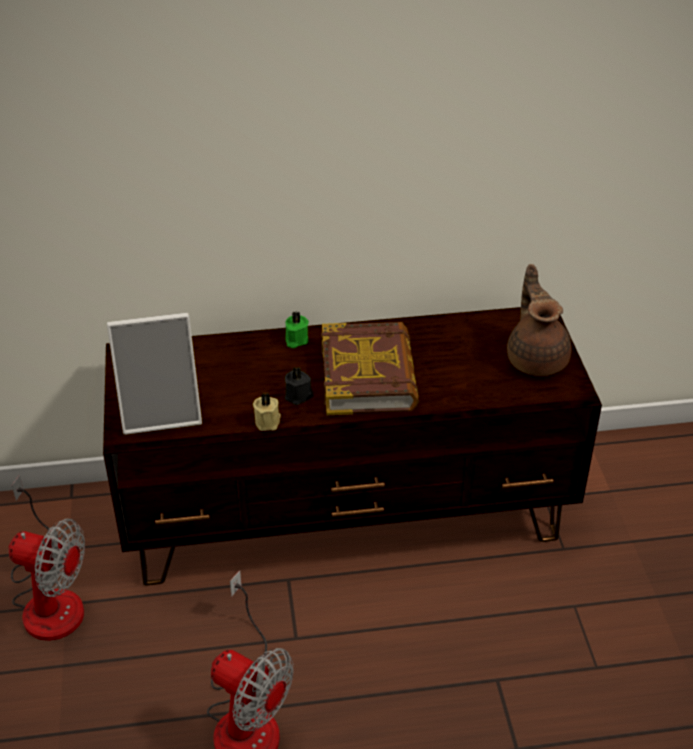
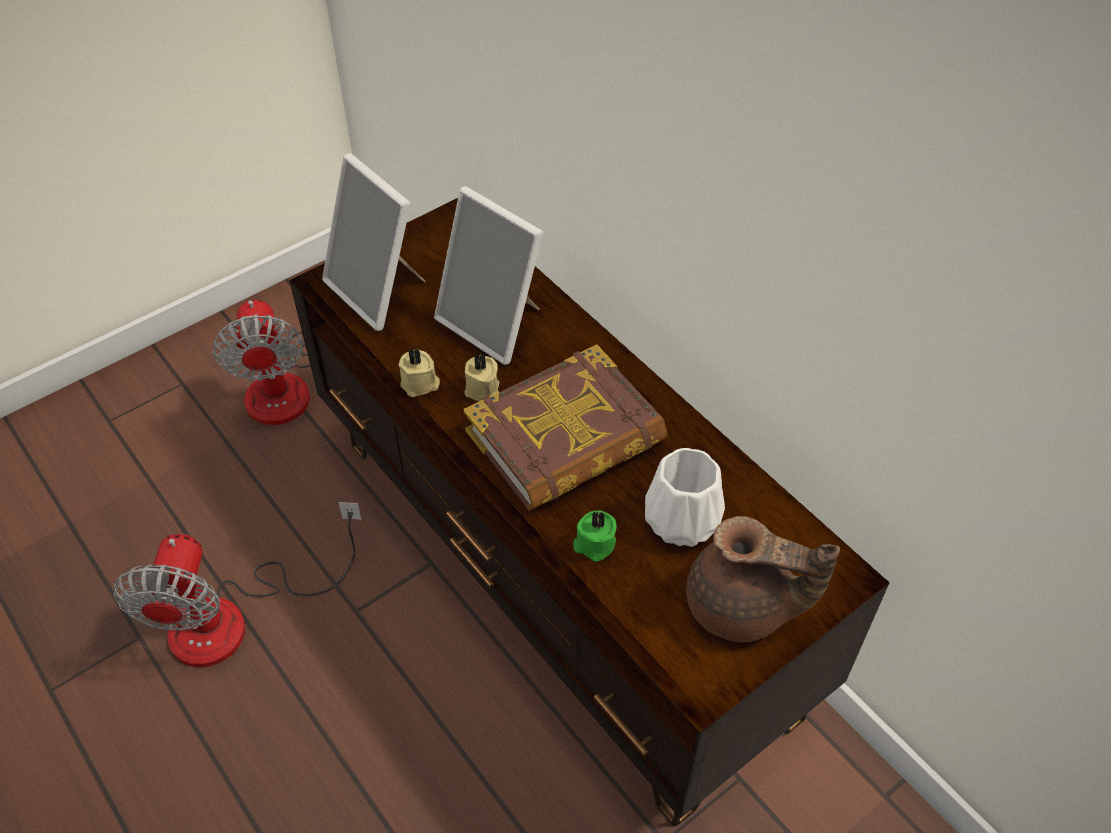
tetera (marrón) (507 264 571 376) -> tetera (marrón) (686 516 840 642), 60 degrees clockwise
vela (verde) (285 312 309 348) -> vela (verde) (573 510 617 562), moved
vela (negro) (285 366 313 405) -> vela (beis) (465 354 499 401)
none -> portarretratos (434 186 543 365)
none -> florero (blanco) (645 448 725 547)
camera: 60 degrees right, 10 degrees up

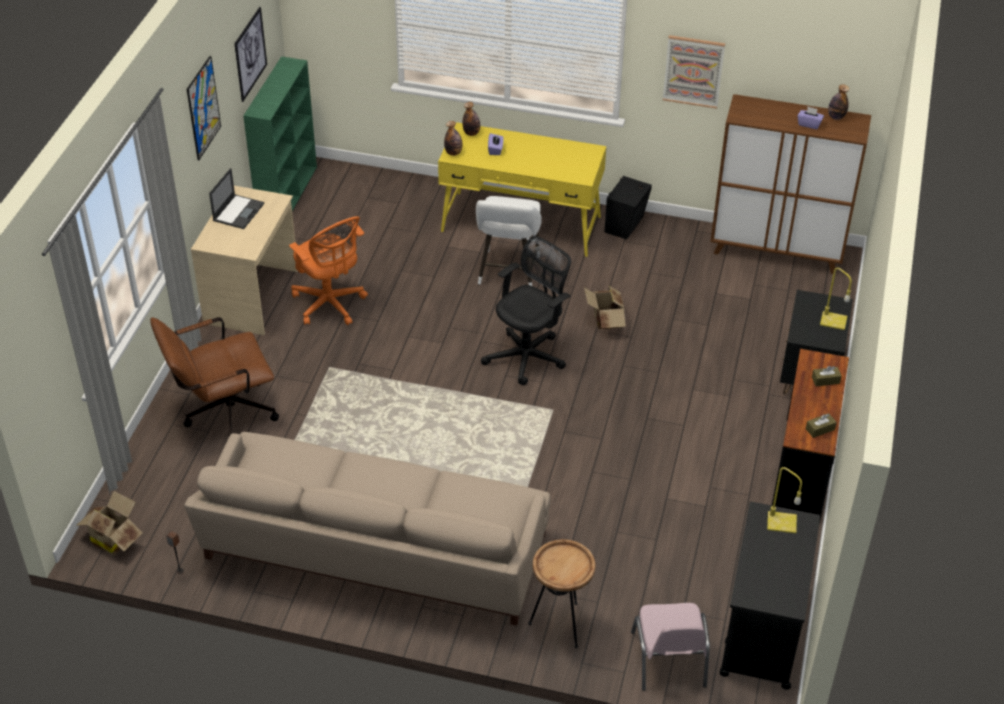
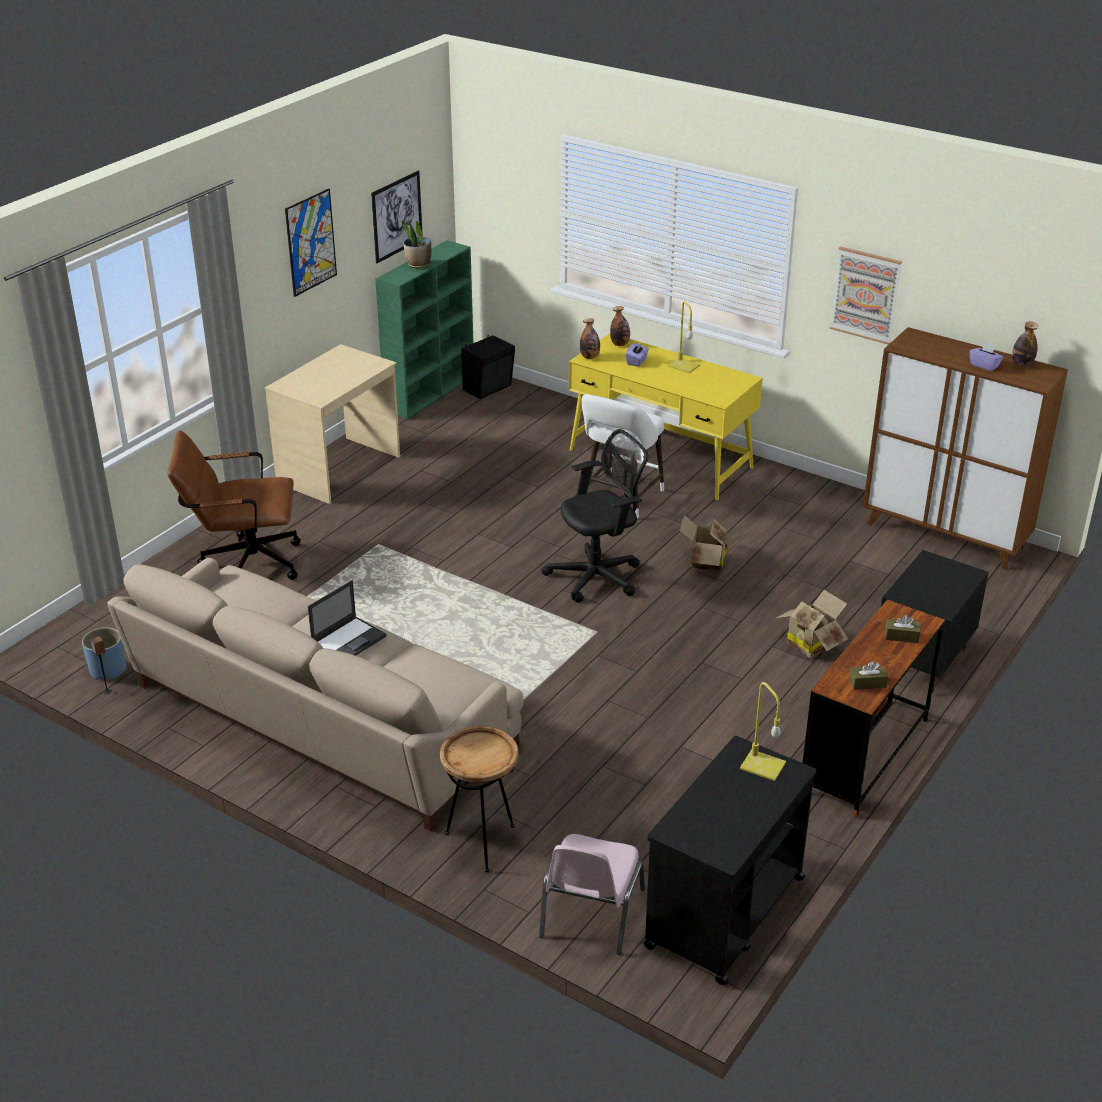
portátil (209 168 264 229) -> portátil (308 580 387 656), moved
altavoz (negro) (604 176 652 240) -> altavoz (negro) (461 335 515 399), moved
silla de oficina (naranja) (289 216 368 325) -> none
lámpara de mesa (amarillo) (820 268 852 330) -> lámpara de mesa (amarillo) (668 301 700 373), moved
caja de cartón (76 491 143 556) -> caja de cartón (776 590 848 658), moved
none -> planta en maceta (402 220 431 268)
none -> maceta (azul) (82 627 126 681)
camera: 20 degrees right, 10 degrees down

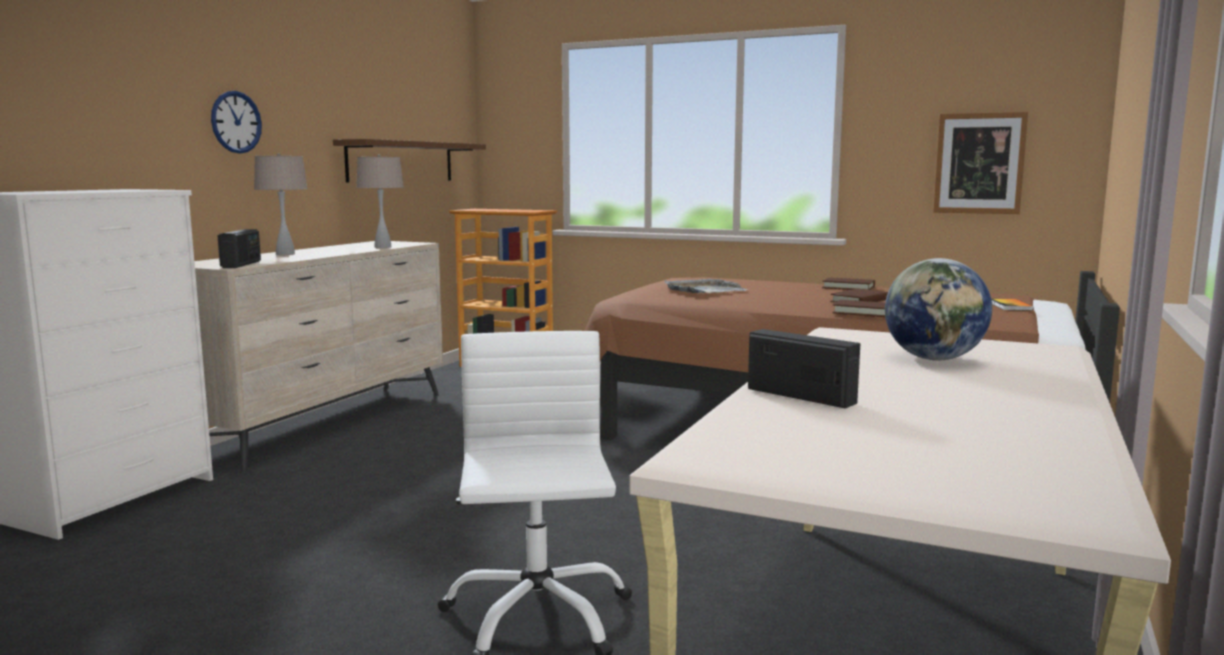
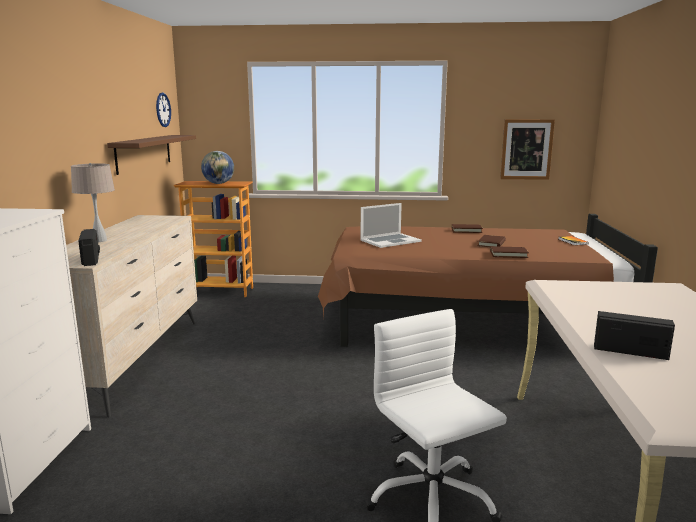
reloj de pared (211 91 262 154) -> reloj de pared (156 93 171 127), moved
lámpara de mesa (beis) (356 155 404 248) -> none
globo terráqueo (885 258 992 360) -> globo terráqueo (201 151 234 184), moved
bandeja (gris) (664 279 748 293) -> portátil (361 203 422 248)
camera: 20 degrees left, 5 degrees up

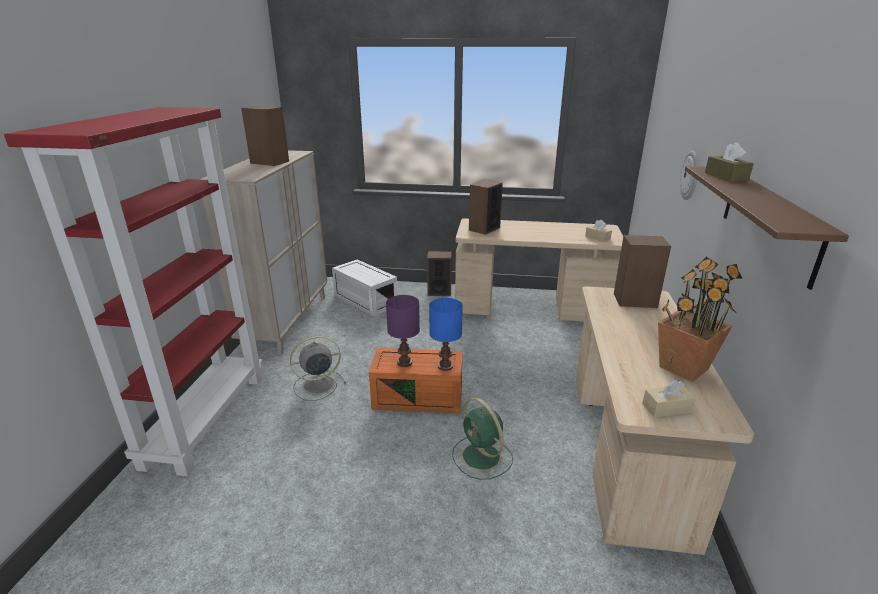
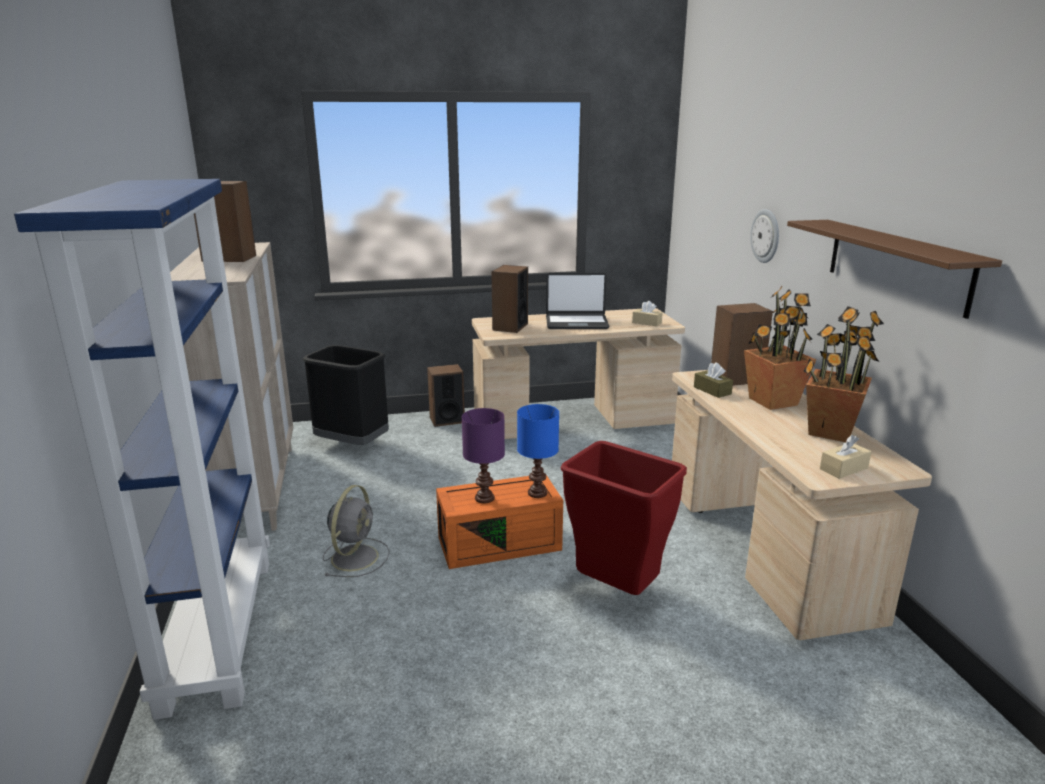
estantería (rojo) (4 107 263 476) -> estantería (azul) (14 179 270 720)
caja de pañuelos (marrón) (705 142 754 182) -> caja de pañuelos (marrón) (694 362 733 398), moved
caja de almacenaje (blanco) (332 260 398 317) -> papelera (negro) (302 345 389 445)
ventilador (gris) (290 336 346 401) -> ventilador (gris) (323 485 390 577), 150 degrees clockwise
ventilador (verde) (452 398 513 480) -> papelera (rojo) (561 441 687 595)
none -> portátil (546 273 609 329)
none -> planta en maceta (744 286 816 410)
camera: 20 degrees left, 5 degrees down

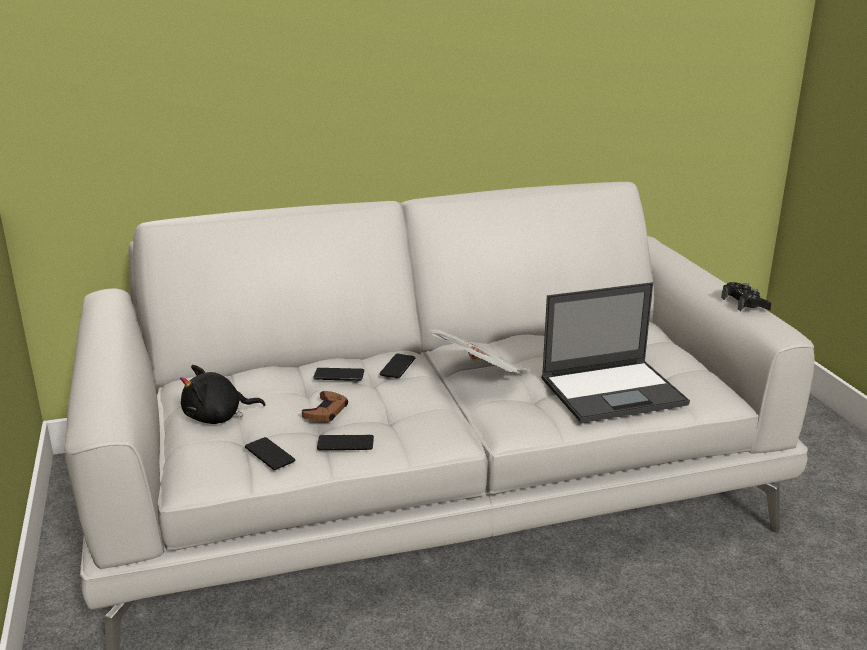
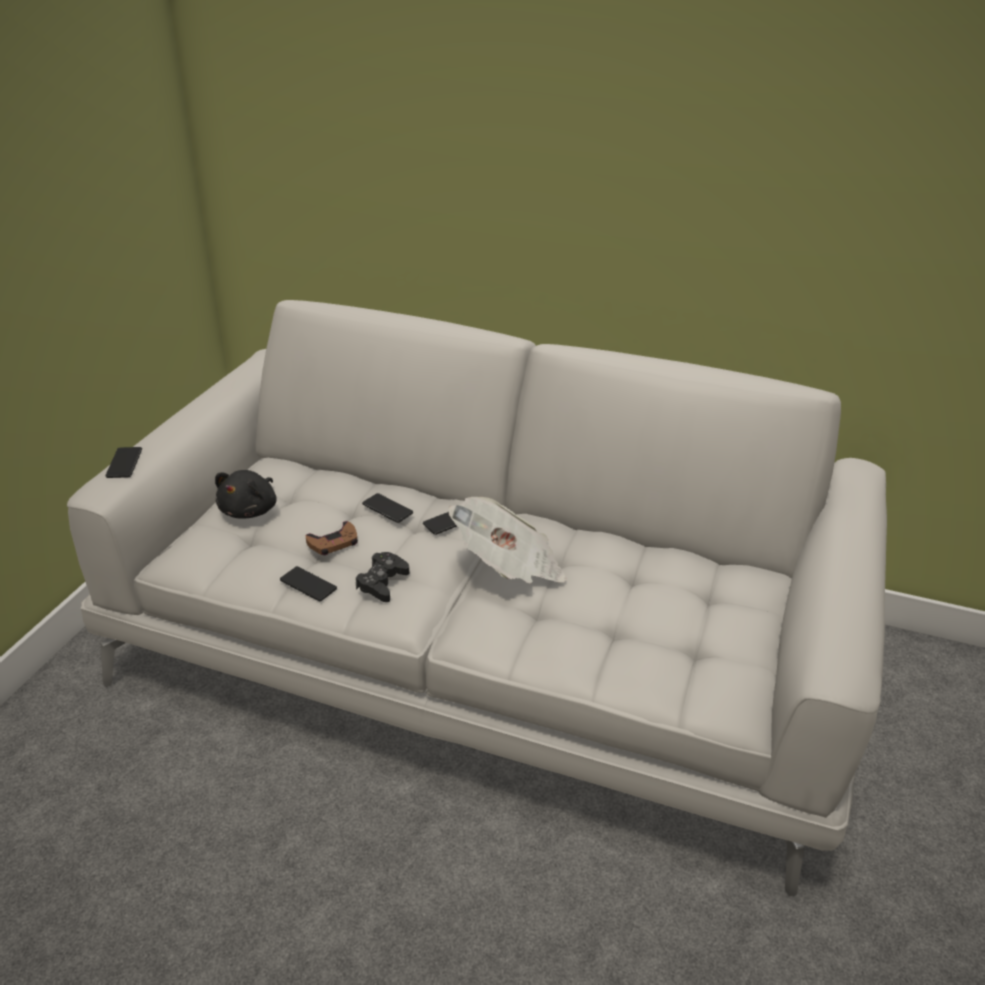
portátil (541 282 690 423) -> none
mando de consola (negro) (721 282 771 311) -> mando de consola (negro) (356 552 409 602), moved
peluche (negro) (180 365 266 424) -> peluche (negro) (215 470 277 519), 90 degrees counterclockwise
móvil (245 437 295 470) -> móvil (105 447 142 478), moved
camera: 35 degrees right, 10 degrees up

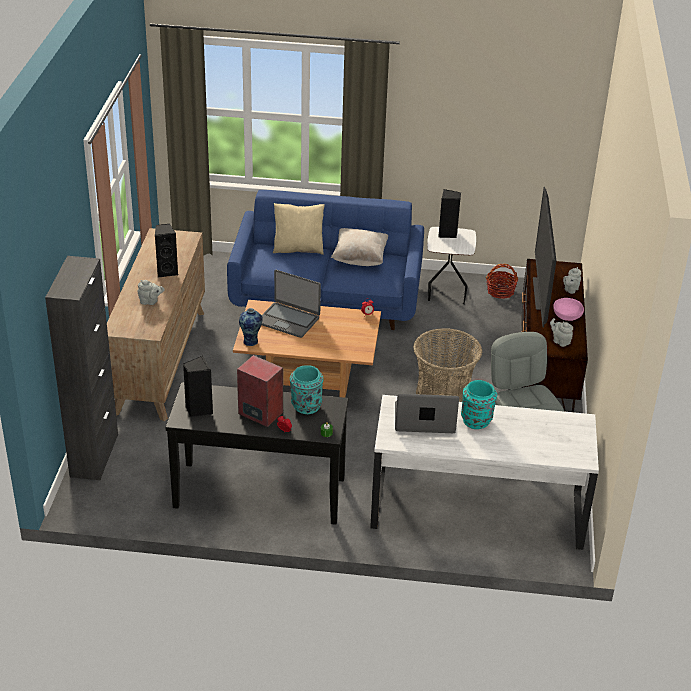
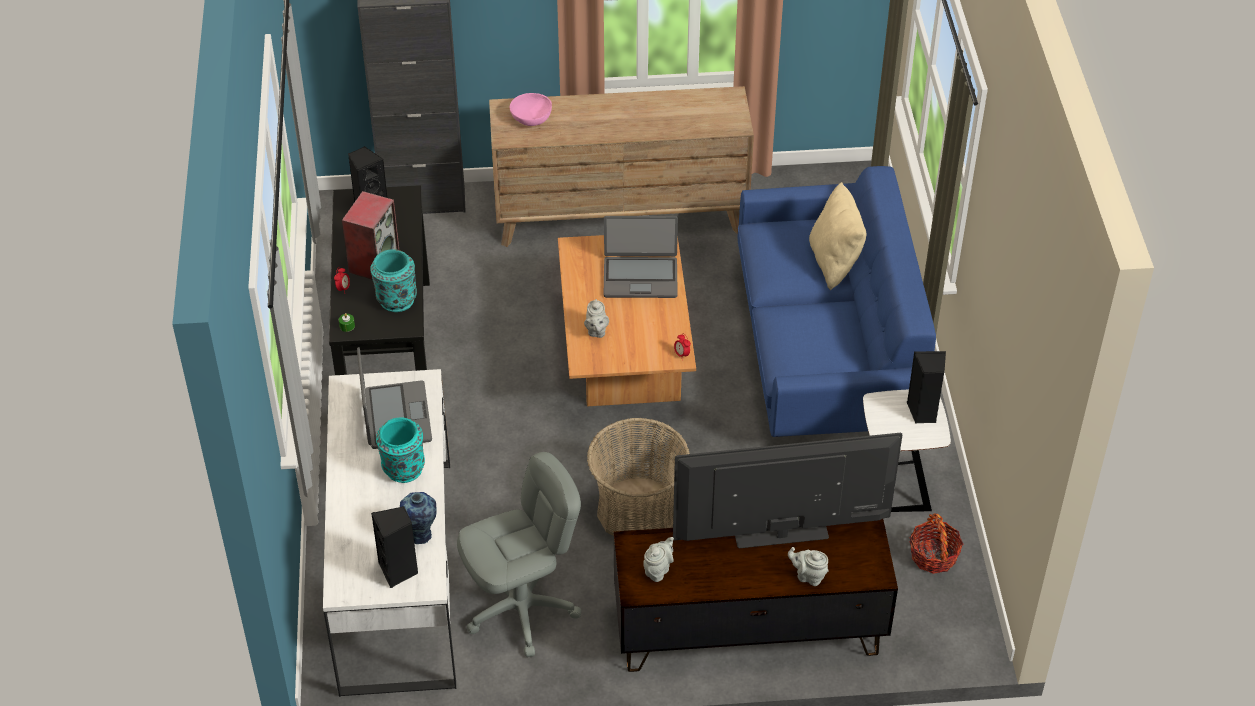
altavoz (negro) (155 224 178 278) -> altavoz (negro) (371 506 418 588), moved
cojín (beis) (331 228 388 266) -> none
portátil (262 270 321 338) -> portátil (604 216 678 298), 105 degrees counterclockwise
tetera (gris) (138 280 165 305) -> tetera (gris) (584 299 609 338), moved
cuenco (rosa) (553 298 584 321) -> cuenco (rosa) (510 93 552 126), moved
florero (239 308 263 346) -> florero (400 492 437 544), moved
camera: 80 degrees right, 10 degrees up

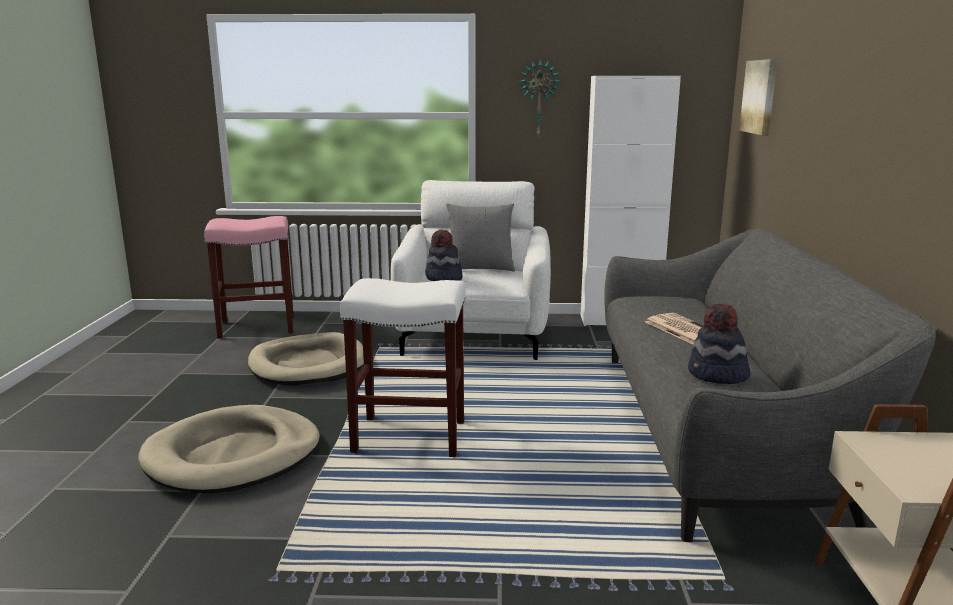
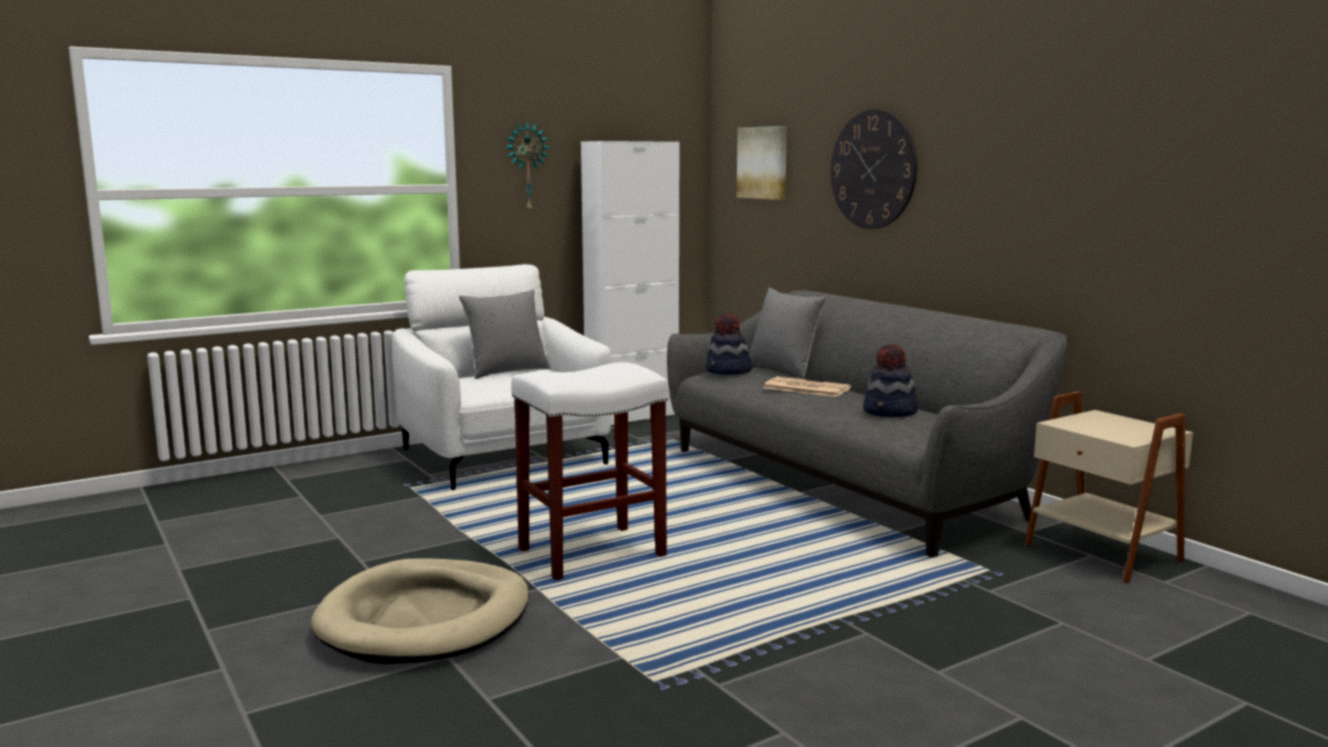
taburete (rosa) (204 216 294 339) -> none
sombrero (425 230 463 281) -> sombrero (706 314 752 375), moved
cama para perro (beis) (248 332 364 386) -> none
none -> reloj de pared (830 109 917 229)
none -> cojín (gris) (749 287 827 378)
camera: 35 degrees left, 5 degrees down

